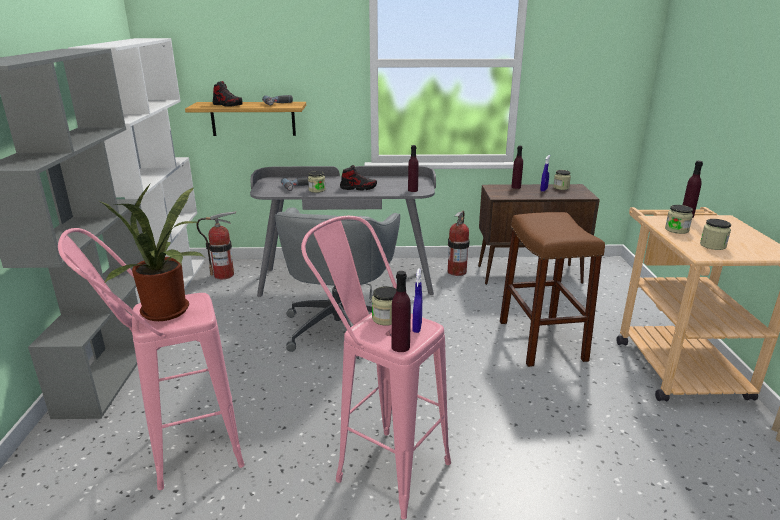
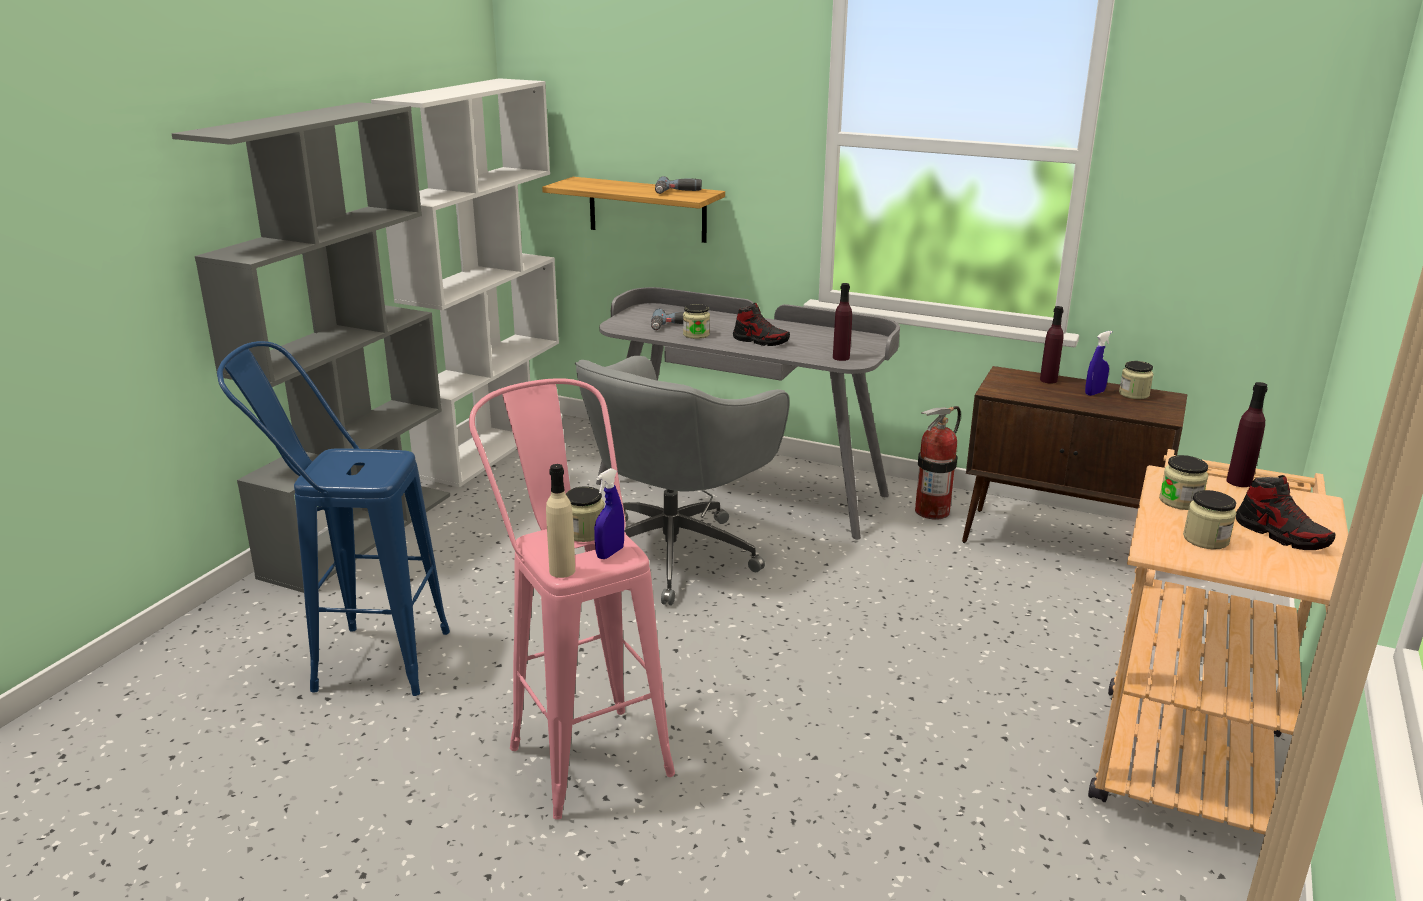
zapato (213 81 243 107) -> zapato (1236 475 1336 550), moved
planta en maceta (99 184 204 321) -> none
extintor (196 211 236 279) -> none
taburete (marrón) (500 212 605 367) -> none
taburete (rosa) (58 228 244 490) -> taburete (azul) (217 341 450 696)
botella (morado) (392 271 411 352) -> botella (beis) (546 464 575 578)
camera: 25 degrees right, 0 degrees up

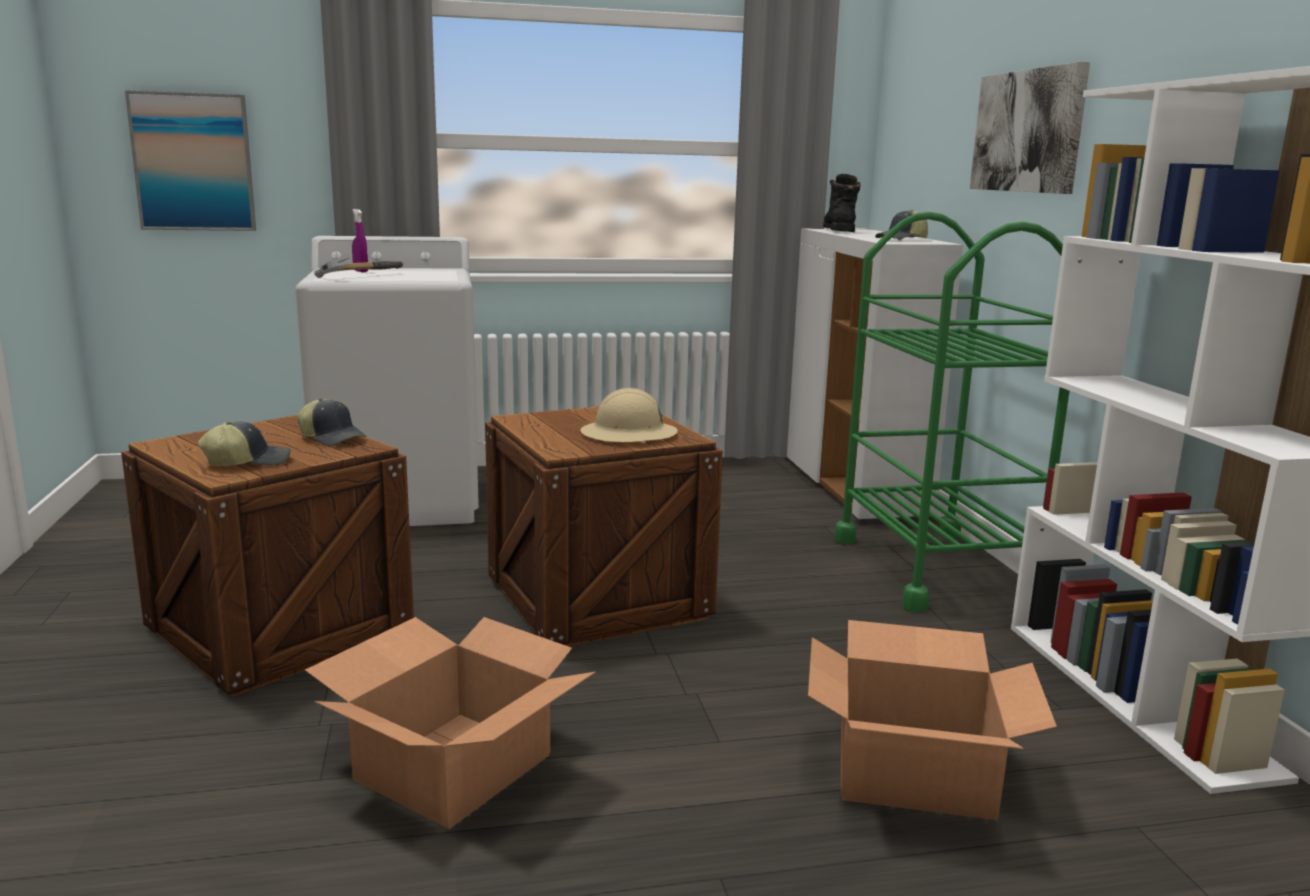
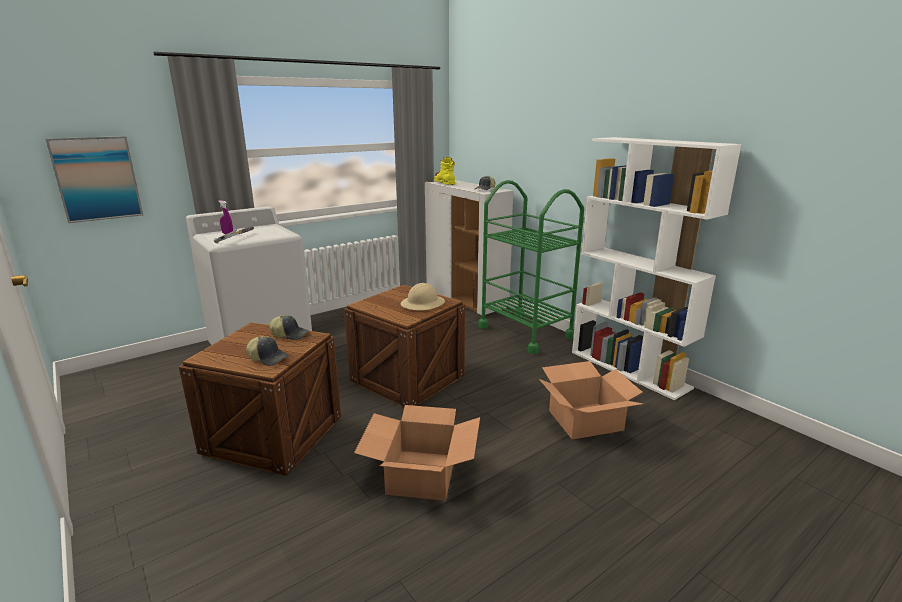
cuadro (970 62 1090 194) -> none
bota (negro) (823 174 861 232) -> bota (amarillo) (434 157 455 185)
gorra (198 421 291 466) -> gorra (246 336 289 366), 75 degrees clockwise
camera: 25 degrees left, 5 degrees up

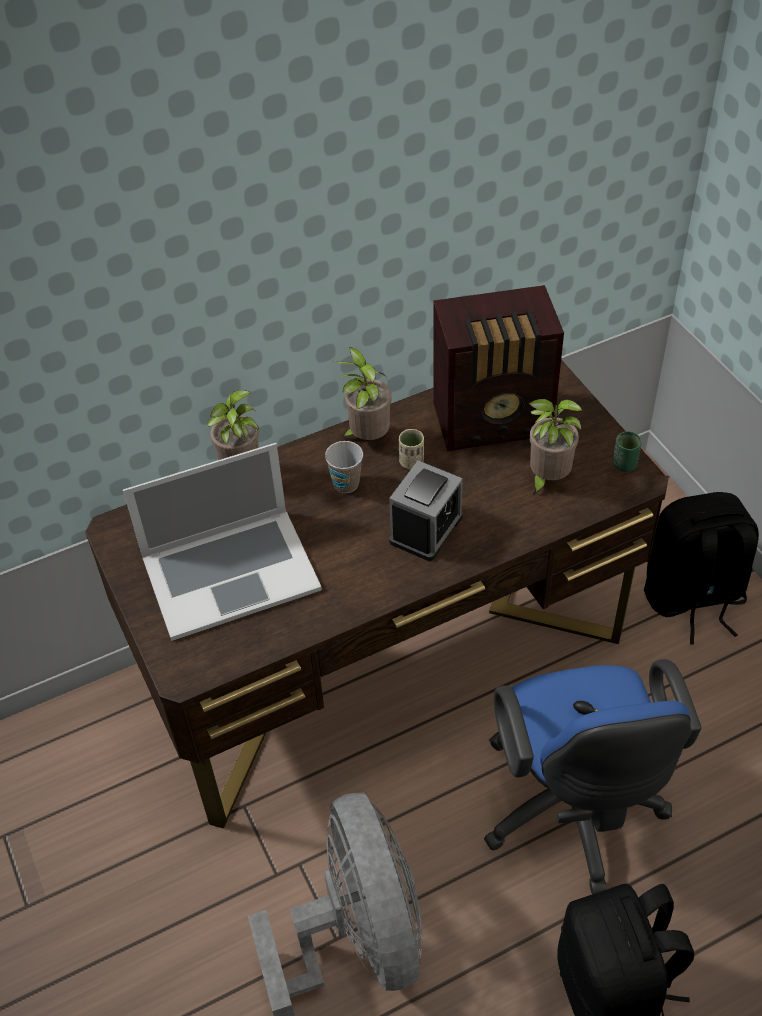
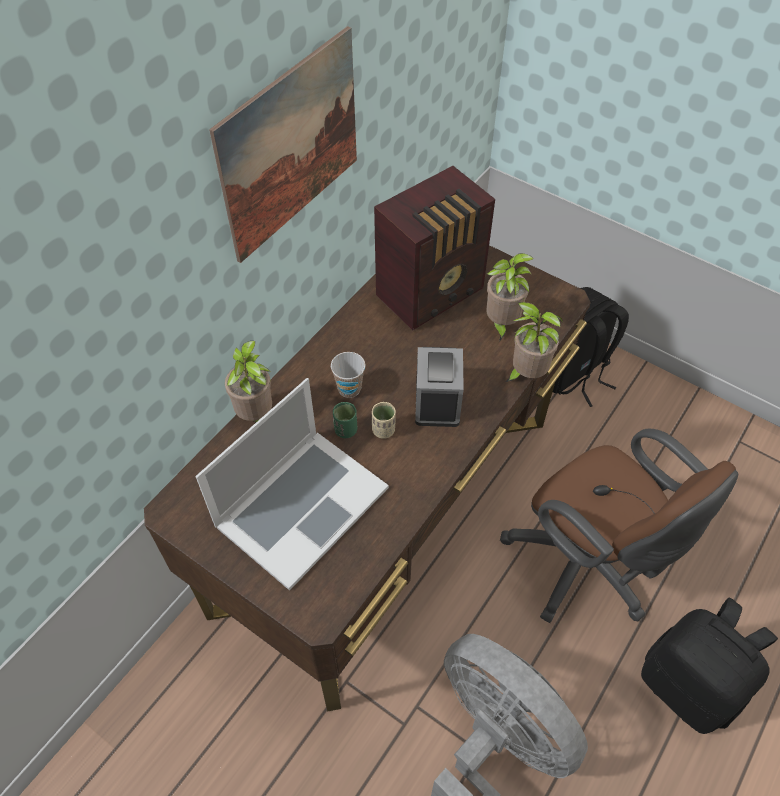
planta en maceta (333 347 392 440) -> planta en maceta (506 302 563 382), moved
taza (beis) (399 429 424 469) -> taza (beis) (372 402 396 439), moved
taza (verde) (613 431 642 472) -> taza (verde) (333 402 357 438), moved
silla de oficina (azul) (484 659 701 894) -> silla de oficina (marrón) (500 429 738 623)
none -> cuadro (209 26 357 263)
camera: 30 degrees left, 5 degrees up

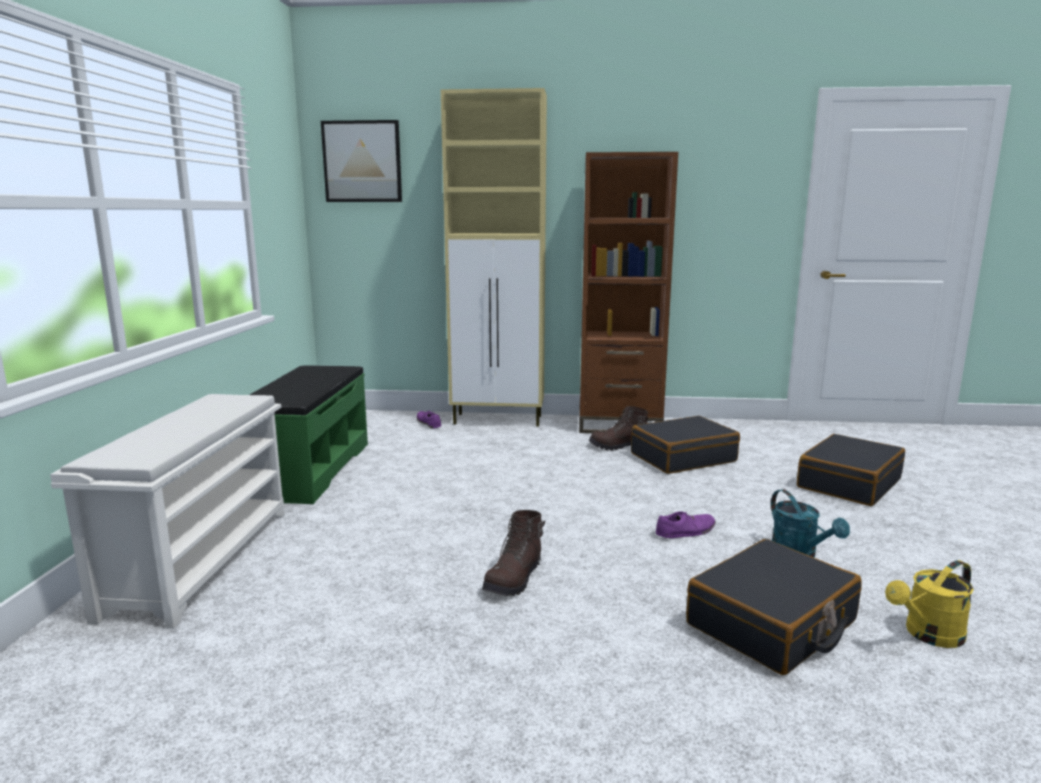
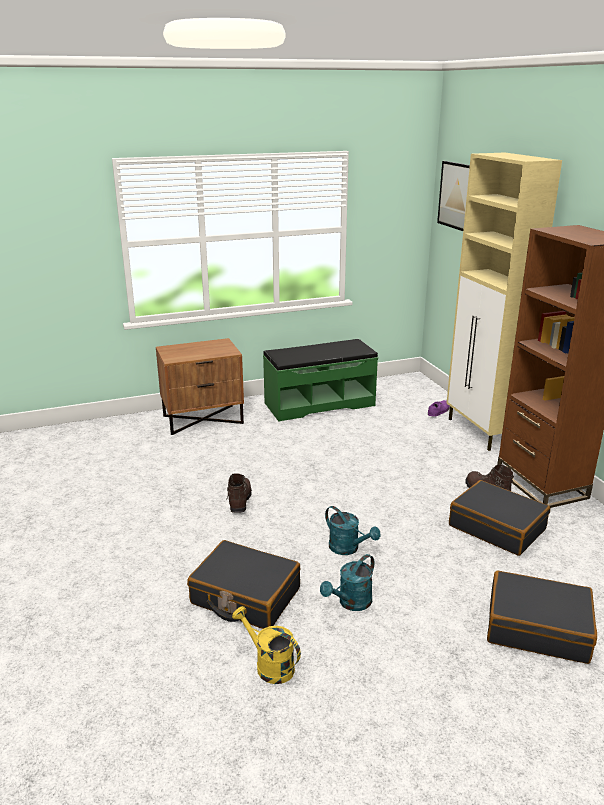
zapatero (blanco) (50 394 285 629) -> mesita de noche (marrón) (156 338 244 435)
bota (marrón) (482 510 545 596) -> bota (marrón) (226 473 252 513), 90 degrees clockwise
zapato (morado) (656 511 715 538) -> regadera (turquesa) (325 506 380 555)
camera: 65 degrees right, 10 degrees up

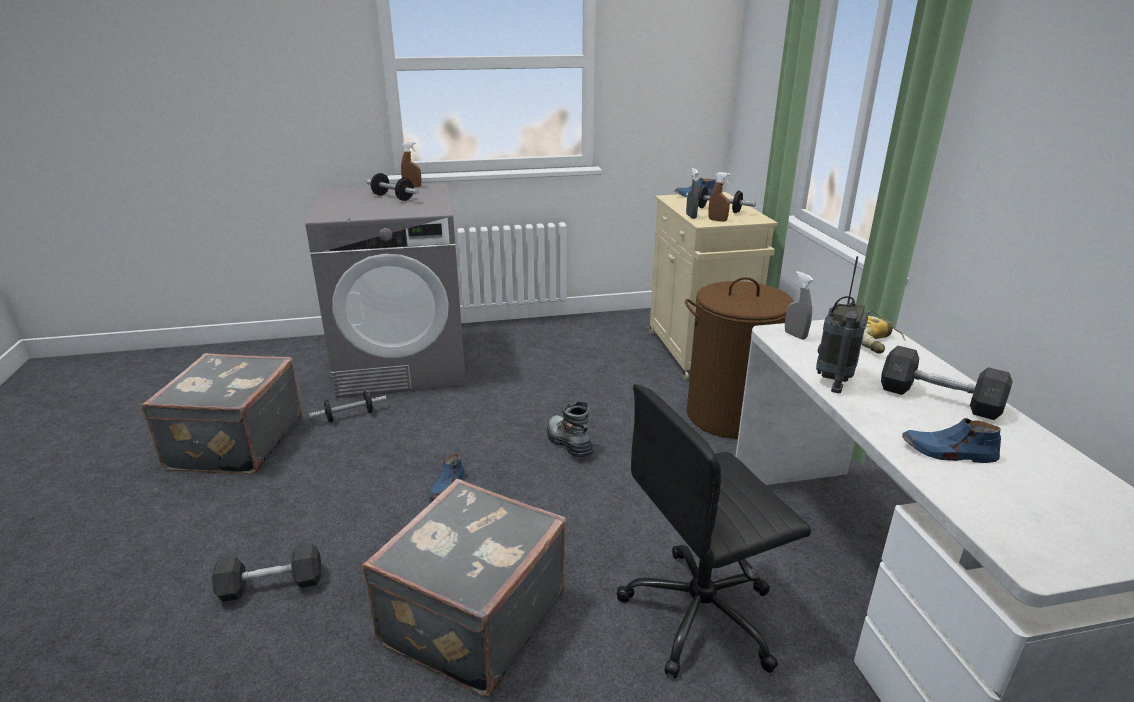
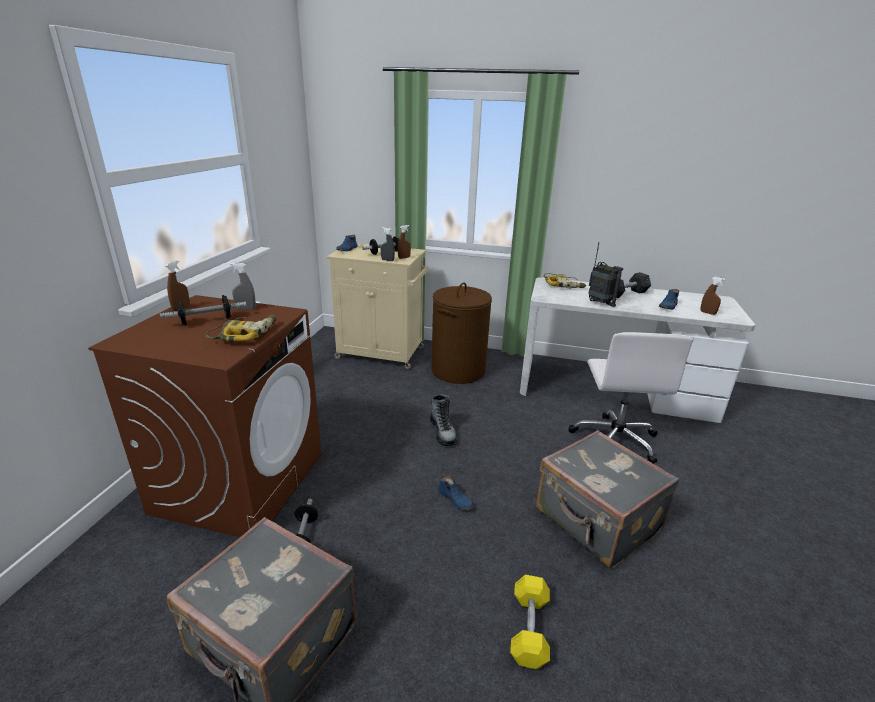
lavadora (gris) (305 183 466 398) -> lavadora (marrón) (88 295 321 537)
pulverizador (gris) (785 271 813 340) -> pulverizador (gris) (230 263 256 310), moved
silla de oficina (negro) (617 384 811 678) -> silla de oficina (blanco) (568 332 693 464)
bota (547 401 593 458) -> bota (430 394 457 446), 105 degrees counterclockwise
mancuerna (gris) (212 543 322 602) -> mancuerna (amarillo) (510 575 550 669)
none -> pulverizador (marrón) (700 277 725 315)
none -> taladro (206 315 277 342)
camera: 65 degrees left, 0 degrees up

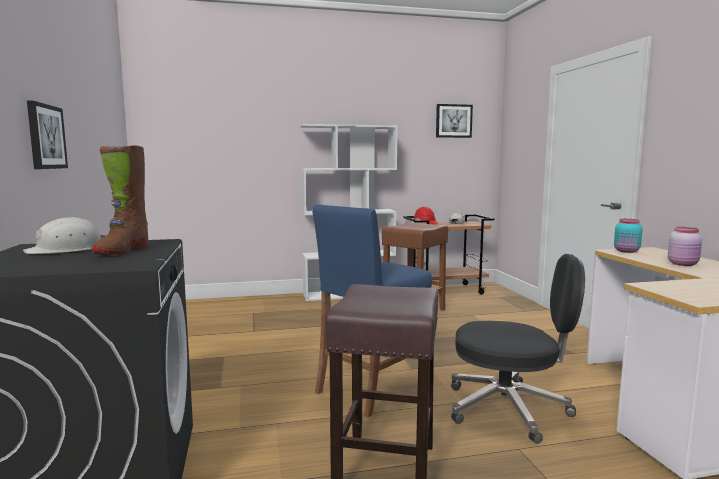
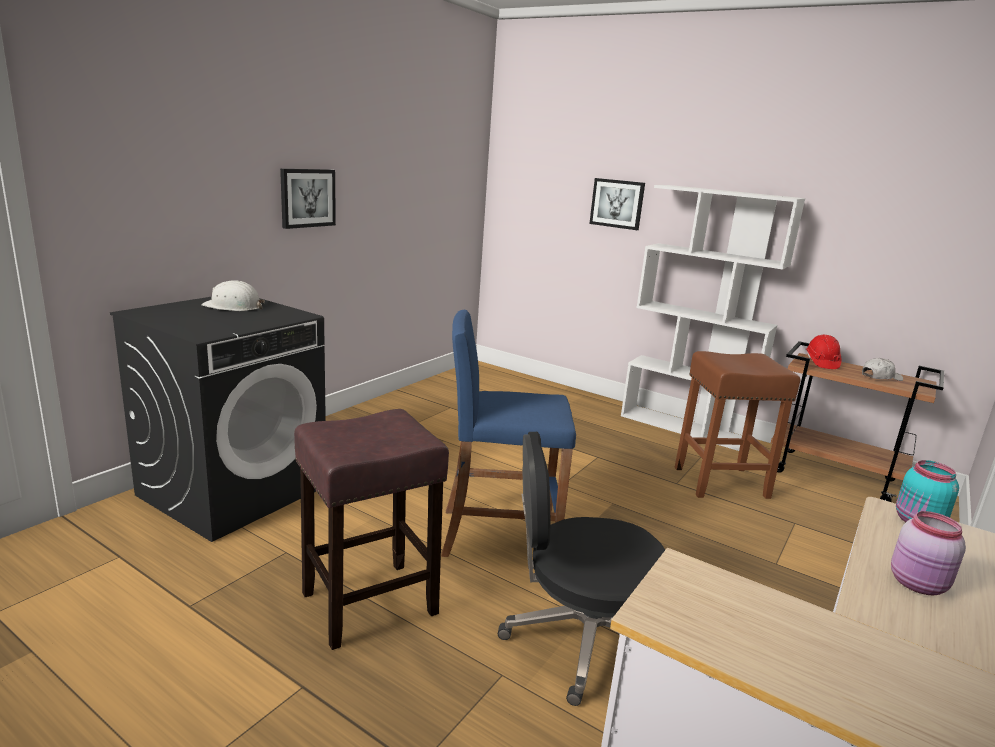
cuadro (436 104 473 138) -> cuadro (589 178 645 230), moved
bota (marrón) (91 145 148 255) -> none
silla de oficina (negro) (451 254 585 444) -> silla de oficina (negro) (498 432 665 706), 120 degrees clockwise
camera: 45 degrees right, 10 degrees up

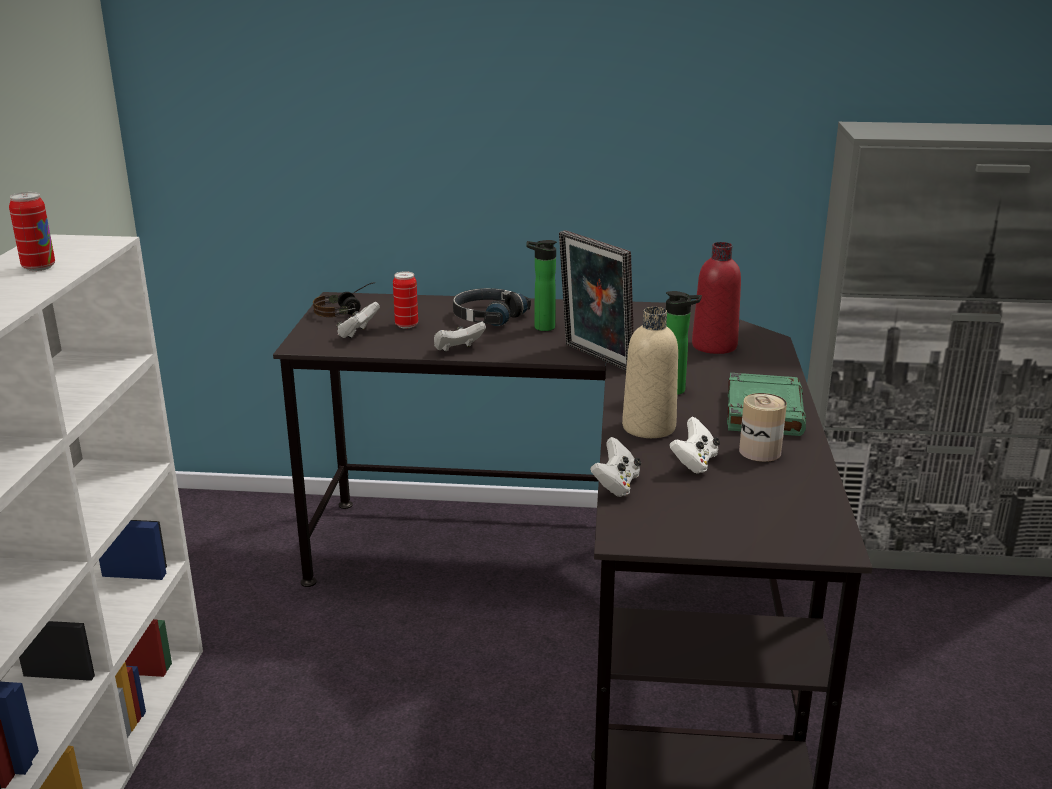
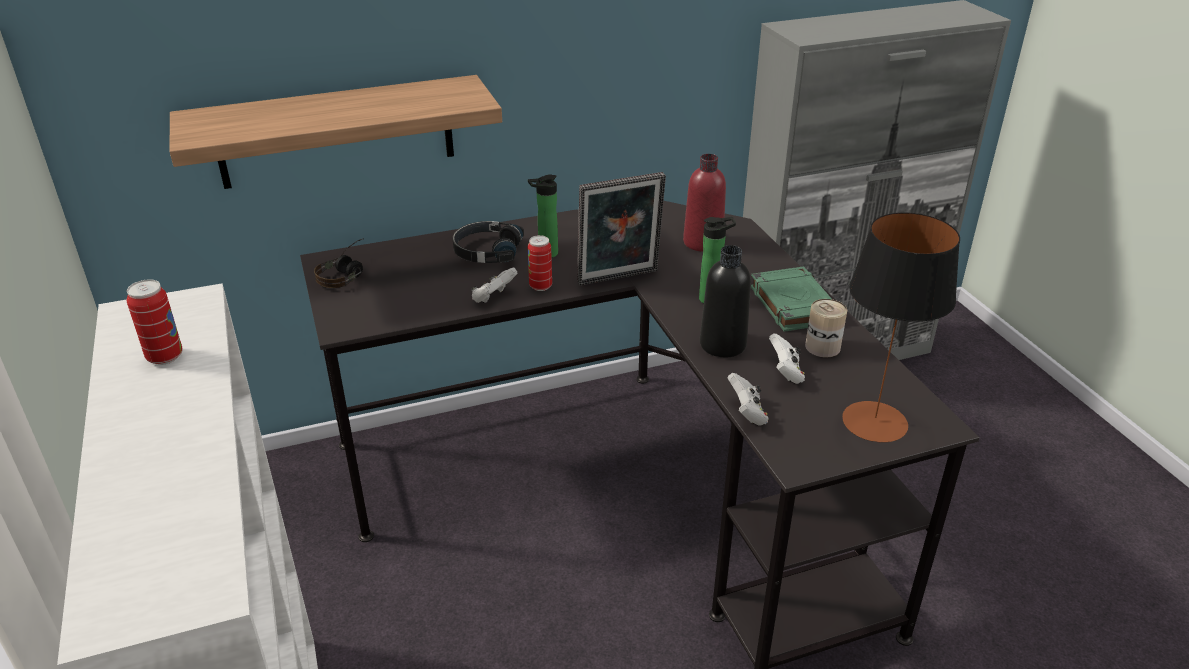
portarretratos (559 230 634 370) -> portarretratos (577 172 666 286), 45 degrees counterclockwise
lata (393 271 418 328) -> lata (528 235 552 291), moved
mando de consola (blanco) (336 302 380 338) -> none
botella (beis) (622 307 678 438) -> botella (negro) (700 245 751 357)
none -> estante (170 75 502 189)
none -> lámpara de mesa (842 212 960 442)
camera: 25 degrees left, 10 degrees up

